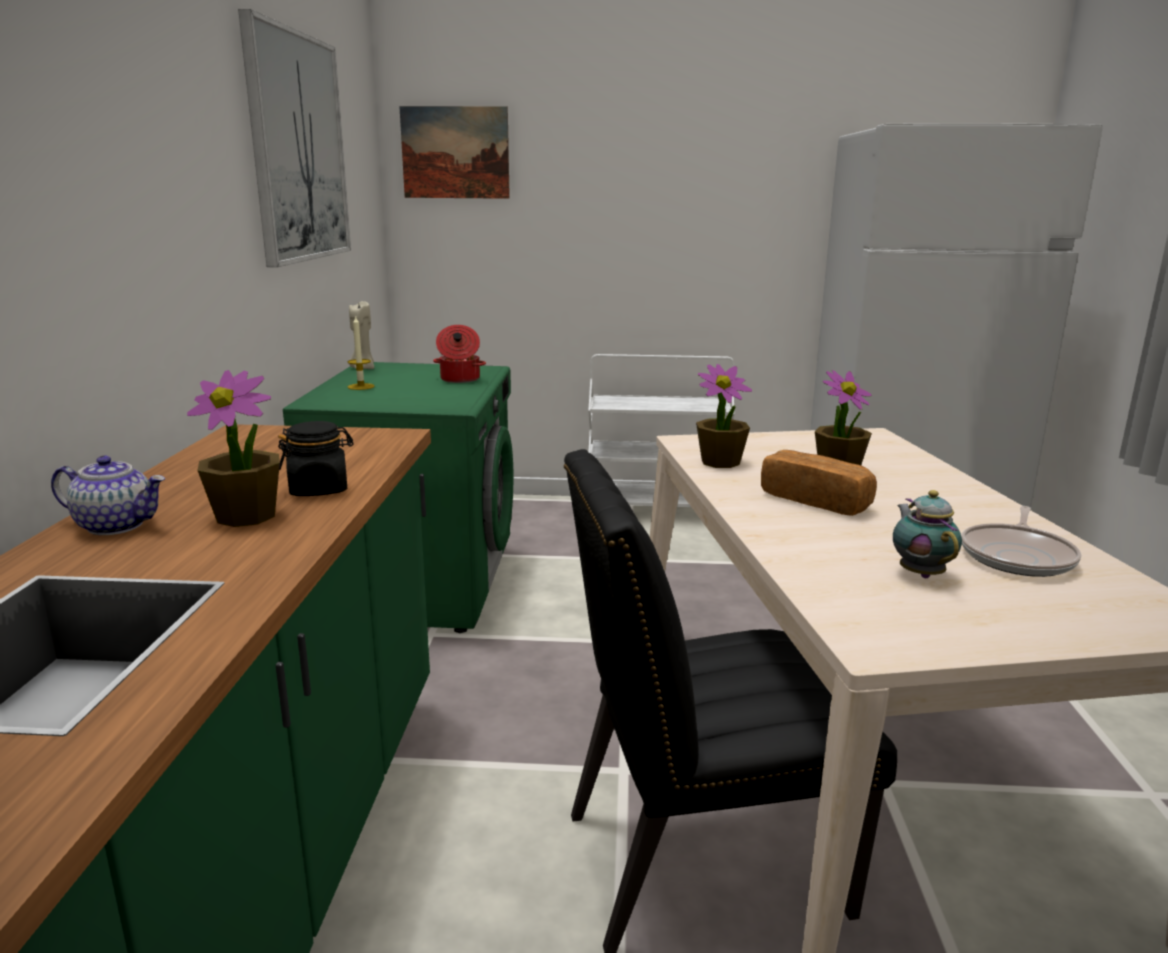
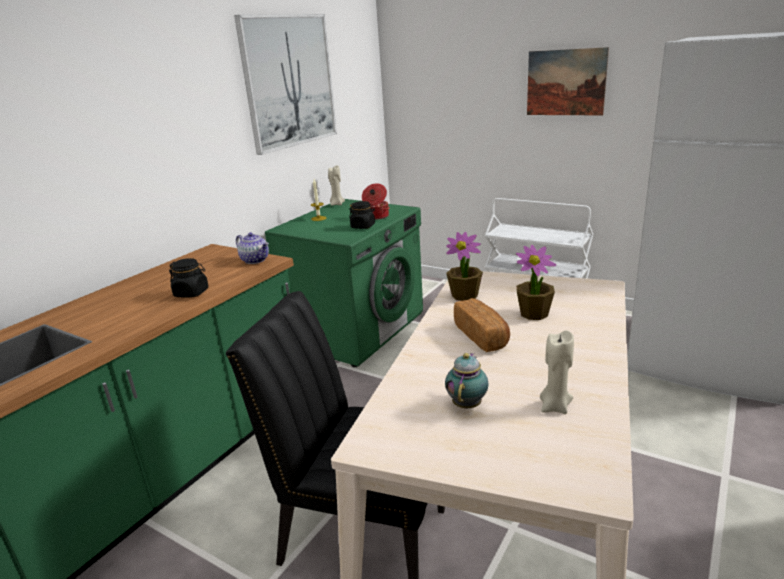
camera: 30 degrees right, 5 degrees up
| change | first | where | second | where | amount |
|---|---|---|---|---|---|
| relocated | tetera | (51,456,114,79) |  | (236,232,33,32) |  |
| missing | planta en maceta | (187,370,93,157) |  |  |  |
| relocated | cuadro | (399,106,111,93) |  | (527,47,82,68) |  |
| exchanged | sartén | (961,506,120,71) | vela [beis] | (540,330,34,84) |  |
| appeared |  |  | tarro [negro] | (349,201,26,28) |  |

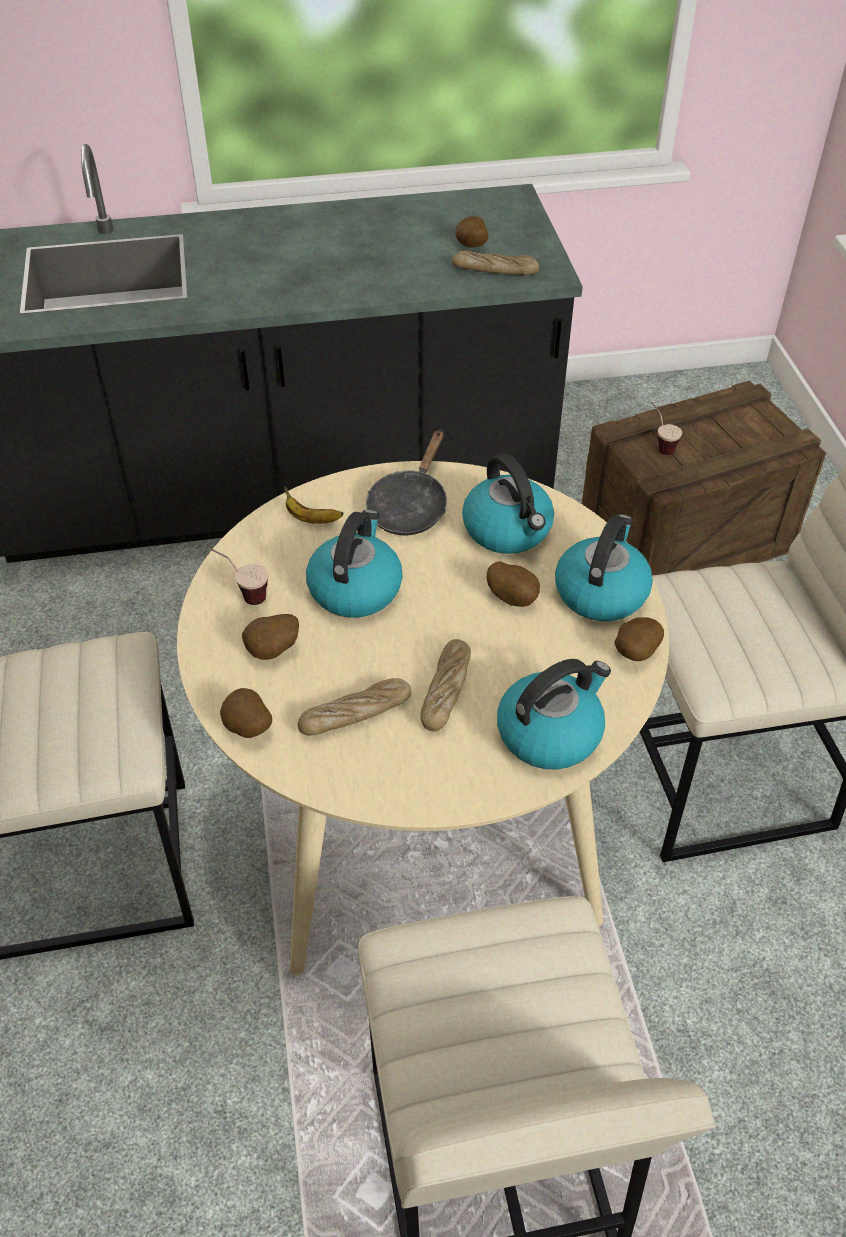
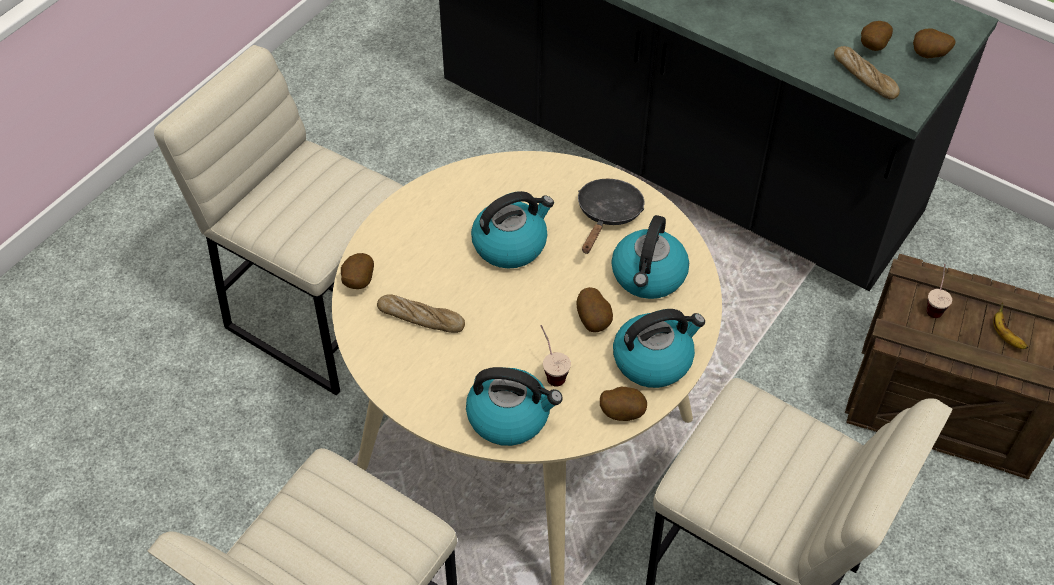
camera: 45 degrees right, 5 degrees up
| change | first | where | second | where | amount |
|---|---|---|---|---|---|
| relocated | taza | (209,548,59,57) |  | (541,325,30,61) |  |
| relocated | patata | (242,614,57,46) |  | (913,28,43,30) |  |
| relocated | plátano | (284,486,59,38) |  | (993,302,35,47) |  |
| spun | sartén [negro] | (366,430,81,105) |  | (578,179,66,75) | 135 degrees clockwise |
| missing | pan | (420,639,51,92) |  |  |  |

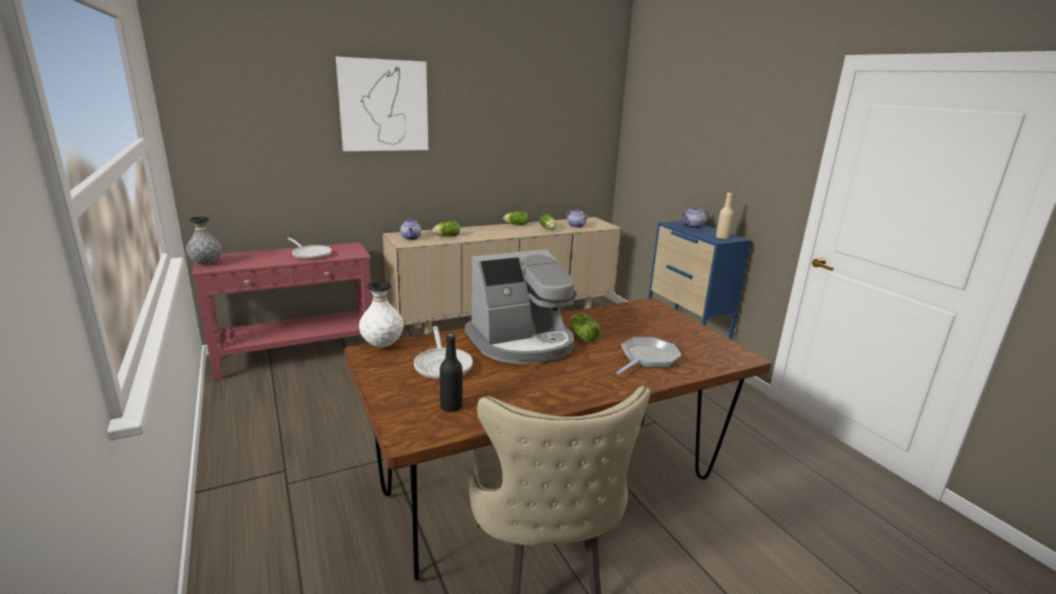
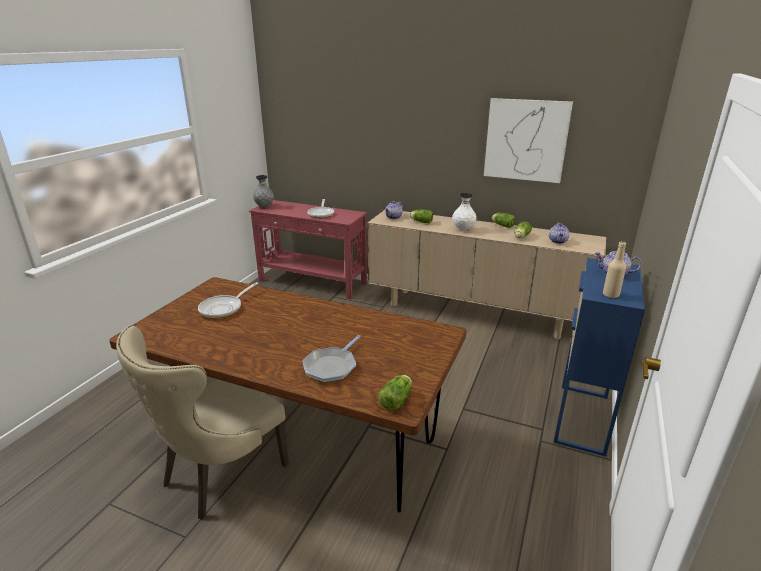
camera: 50 degrees right, 5 degrees up
| change | first | where | second | where | amount |
|---|---|---|---|---|---|
| relocated | cuadro | (336,57,92,94) |  | (484,98,89,85) |  |
| relocated | florero [blanco] | (359,281,45,66) |  | (452,193,25,37) |  |
| missing | botella [negro] | (440,334,22,78) |  |  |  |
| missing | cafetera | (465,249,112,115) |  |  |  |
| relocated | lechuga | (571,313,29,29) |  | (378,375,34,36) |  |
| spun | sartén | (616,337,65,37) |  | (302,335,59,48) | 120 degrees clockwise |

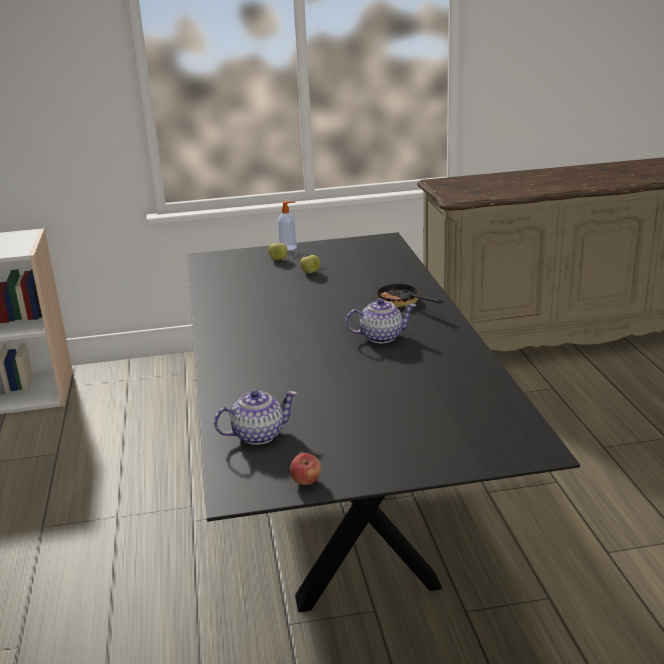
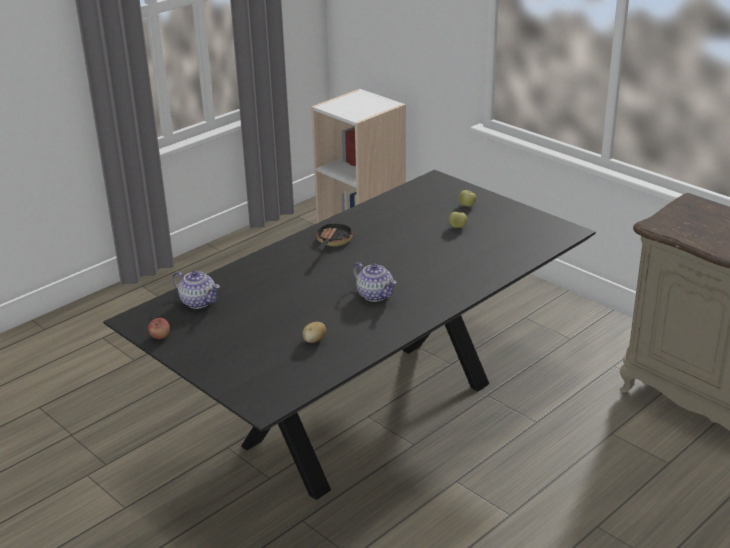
camera: 55 degrees right, 5 degrees up
| change | first | where | second | where | amount |
|---|---|---|---|---|---|
| missing | dispensador de jabón | (278,201,19,50) |  |  |  |
| relocated | sartén | (375,284,69,23) |  | (316,221,37,31) |  |
| appeared |  |  | patata | (302,322,24,21) |  |

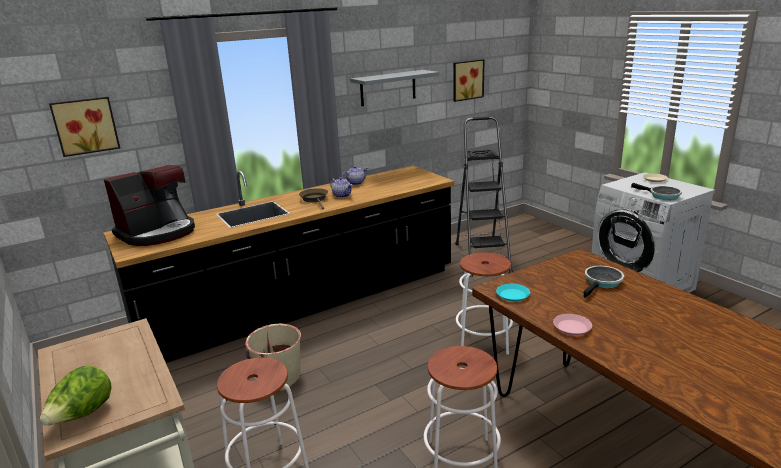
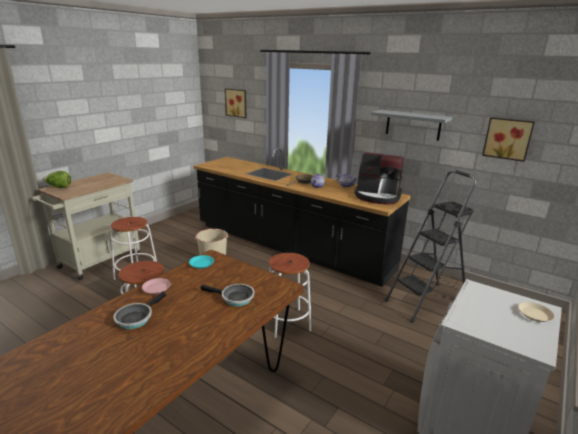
camera: 65 degrees right, 0 degrees up
| change | first | where | second | where | amount |
|---|---|---|---|---|---|
| relocated | cafetera | (104,165,91,81) |  | (355,152,49,53) |  |
| relocated | sartén | (631,183,51,17) |  | (113,291,53,38) |  |

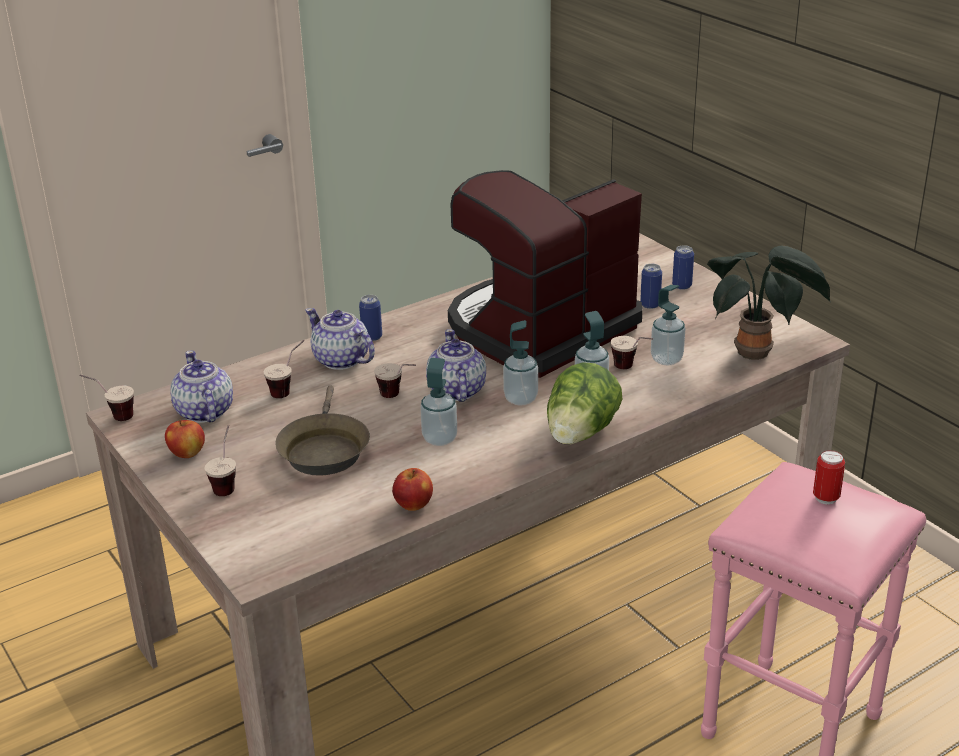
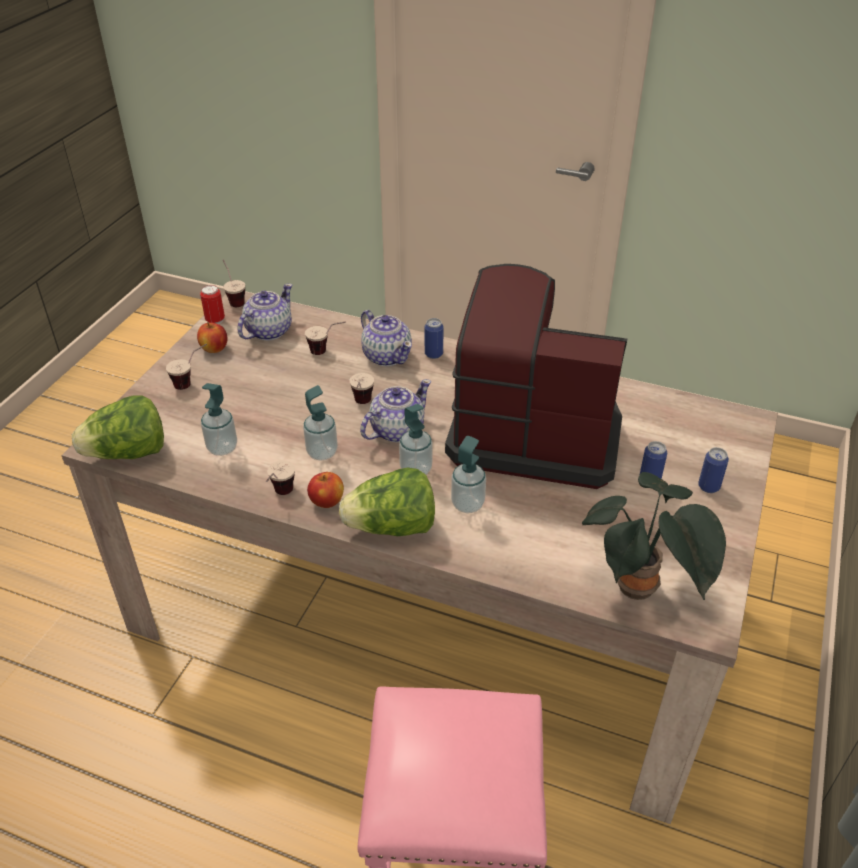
camera: 55 degrees right, 10 degrees up
| change | first | where | second | where | amount |
|---|---|---|---|---|---|
| missing | sartén [marrón] | (275,386,95,90) |  |  |  |
| spun | tetera | (305,308,70,62) |  | (361,310,51,56) | 135 degrees clockwise |
| relocated | manzana | (392,468,41,43) |  | (307,472,37,36) |  |
| relocated | taza | (611,336,42,33) |  | (266,460,29,35) |  |
| relocated | dispensador de jabón | (651,285,35,81) |  | (201,383,36,73) |  |
| relocated | lata | (813,450,32,54) |  | (200,285,25,39) |  |
| appeared |  |  | lechuga | (72,395,92,64) |  |

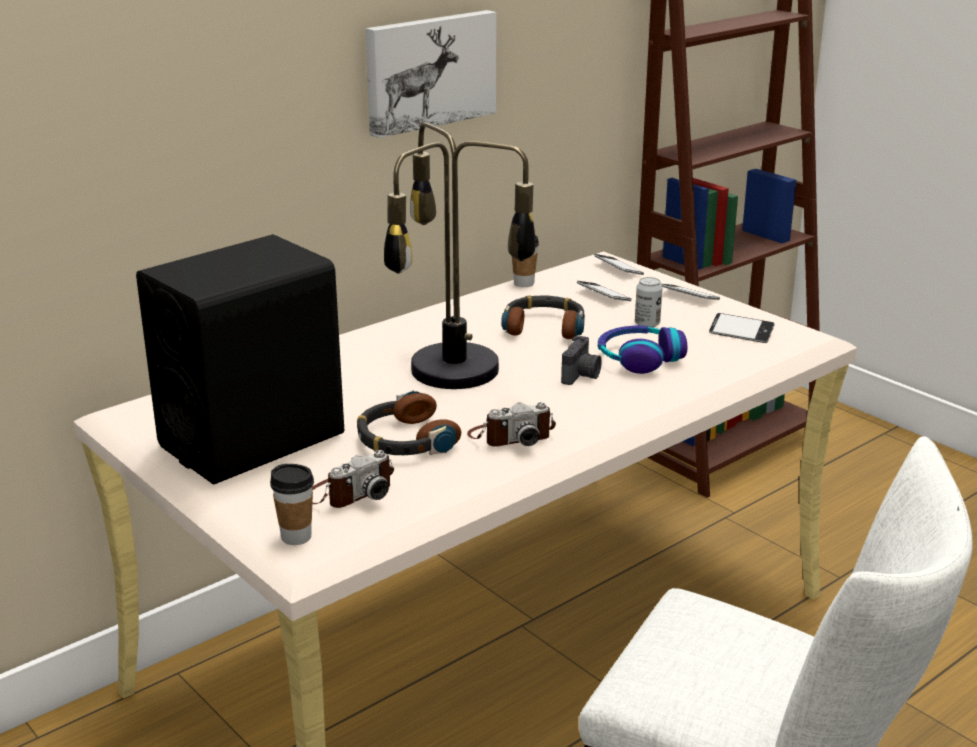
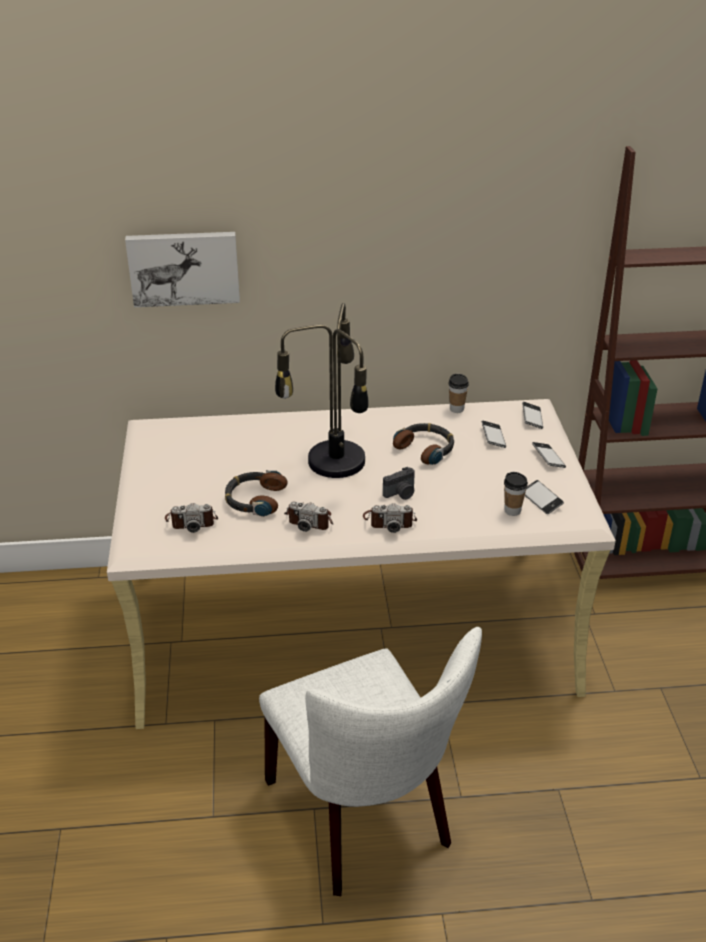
camera: 35 degrees right, 10 degrees up
| change | first | where | second | where | amount |
|---|---|---|---|---|---|
| missing | altavoz [negro] | (136,234,208,250) |  |  |  |
| relocated | taza | (270,464,44,81) |  | (504,472,24,44) |  |
| relocated | cuadro | (365,10,131,128) |  | (125,232,115,75) |  |
| missing | auriculares | (598,325,89,49) |  |  |  |
| missing | lata | (635,277,27,51) |  |  |  |
| appeared |  |  | cámara | (363,503,54,30) |  |

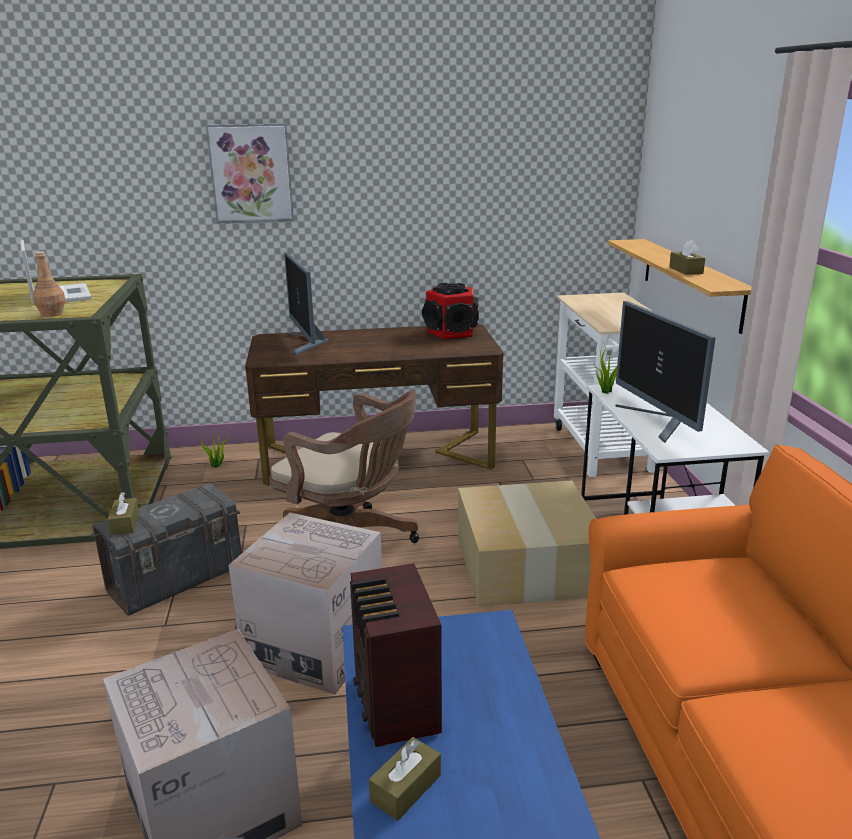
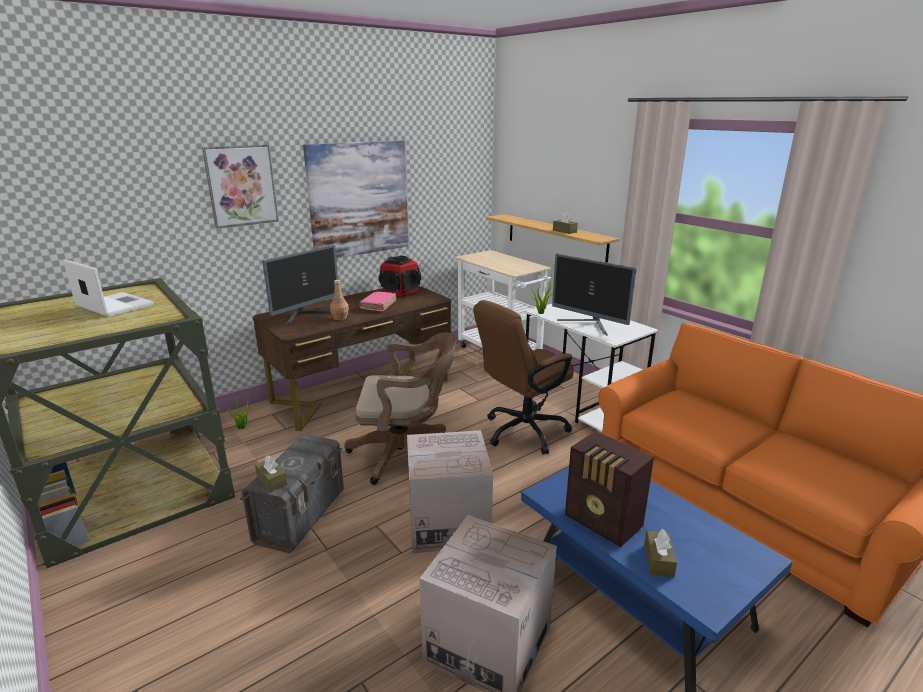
camera: 30 degrees left, 0 degrees up
| change | first | where | second | where | amount |
|---|---|---|---|---|---|
| relocated | botella [marrón] | (33,251,33,66) |  | (330,280,19,40) |  |
| spun | monitor | (284,252,45,103) |  | (262,245,76,81) | 90 degrees counterclockwise |
| exchanged | caja de cartón | (458,481,138,126) | silla de oficina [marrón] | (473,300,101,155) |  |
| appeared |  |  | cuadro | (303,140,106,118) |  |
| appeared |  |  | libro [rosa] | (359,292,37,19) |  |

